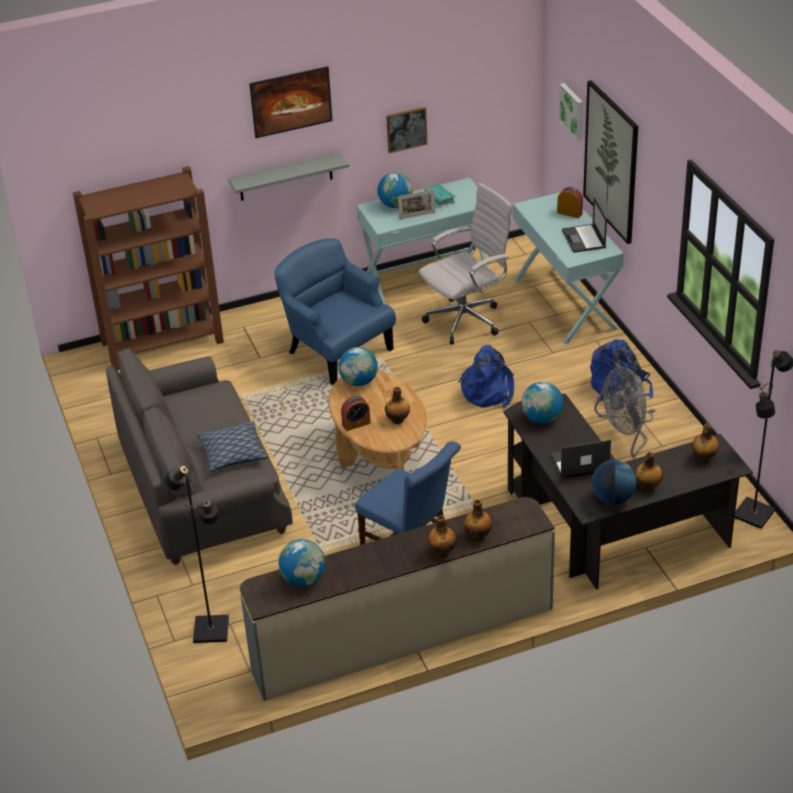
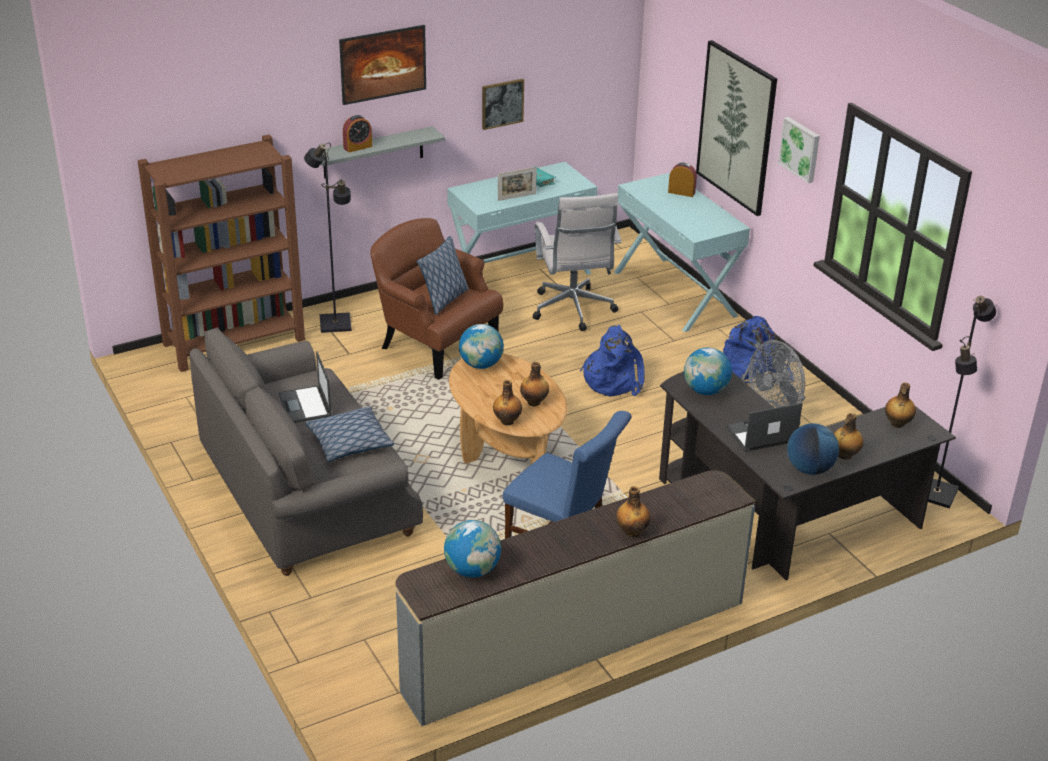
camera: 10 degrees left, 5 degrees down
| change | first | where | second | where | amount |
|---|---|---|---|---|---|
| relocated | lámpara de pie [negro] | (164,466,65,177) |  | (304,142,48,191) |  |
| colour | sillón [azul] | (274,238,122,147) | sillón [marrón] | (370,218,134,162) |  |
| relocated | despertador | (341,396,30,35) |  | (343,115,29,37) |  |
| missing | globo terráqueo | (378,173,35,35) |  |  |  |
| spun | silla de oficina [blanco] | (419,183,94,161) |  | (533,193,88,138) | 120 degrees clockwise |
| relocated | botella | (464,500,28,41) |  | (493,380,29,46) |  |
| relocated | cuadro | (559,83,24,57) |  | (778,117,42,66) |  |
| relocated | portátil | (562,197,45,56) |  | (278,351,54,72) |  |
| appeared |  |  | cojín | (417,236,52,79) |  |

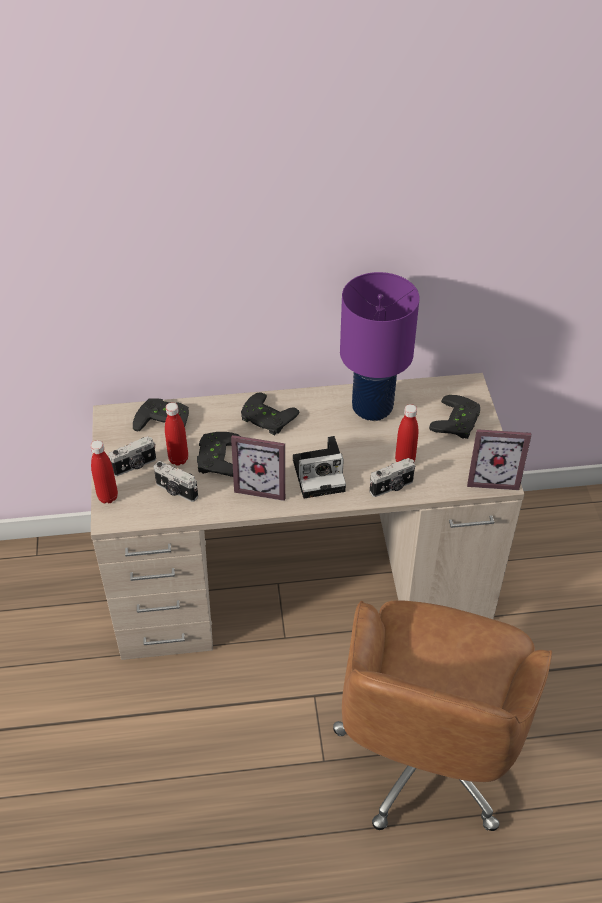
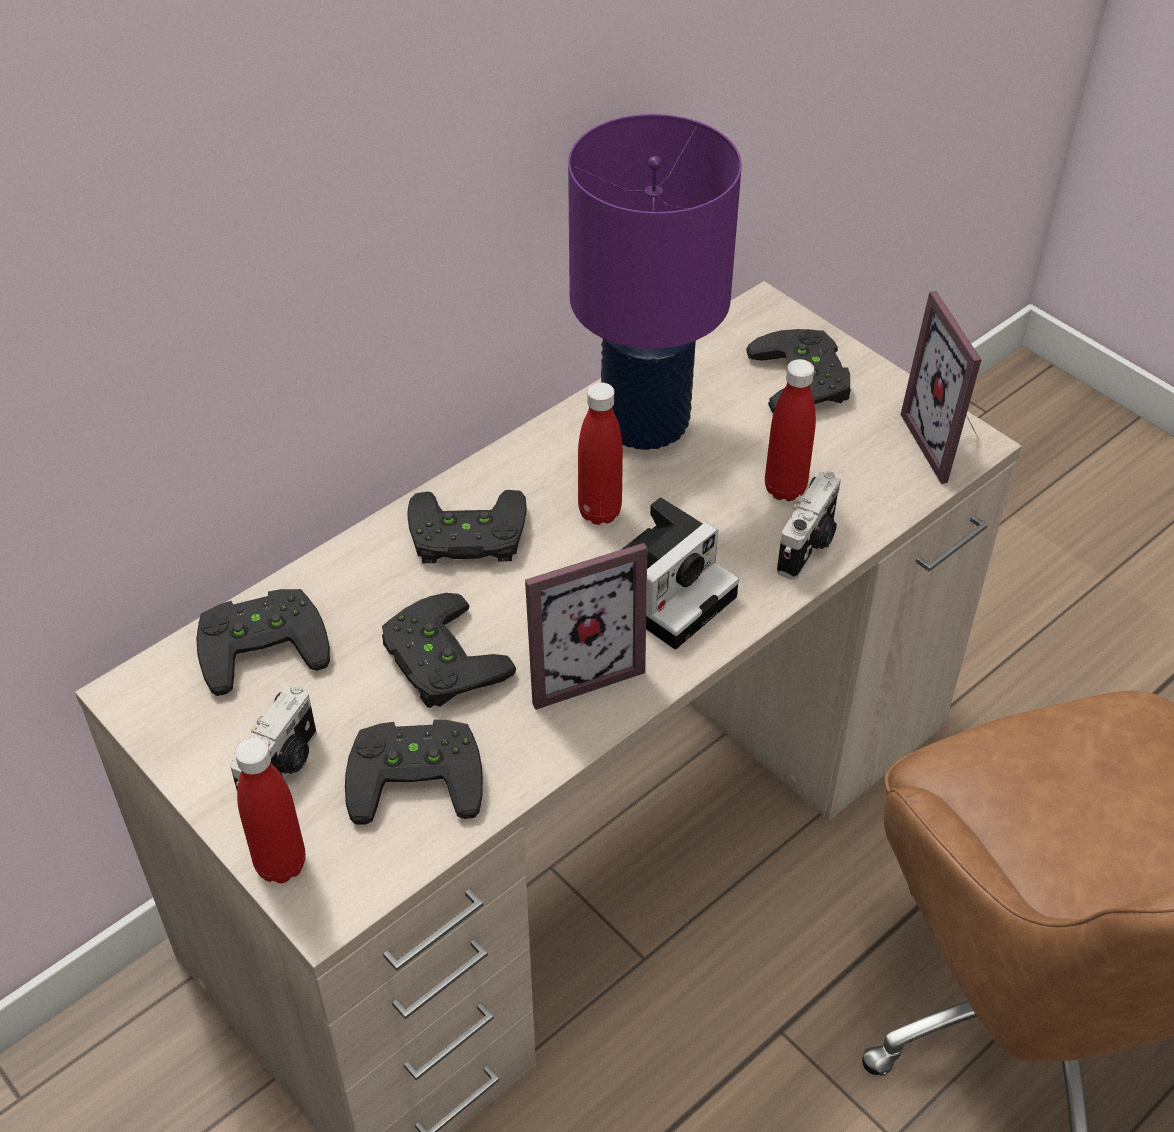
camera: 35 degrees left, 0 degrees up
| change | first | where | second | where | amount |
|---|---|---|---|---|---|
| exchanged | cámara | (154,461,44,41) | mando de consola [negro] | (345,720,138,105) |  |
| relocated | botella [rojo] | (165,402,23,64) |  | (578,382,45,143) |  |
| spun | portarretratos | (467,429,65,61) |  | (901,291,80,193) | 105 degrees clockwise |

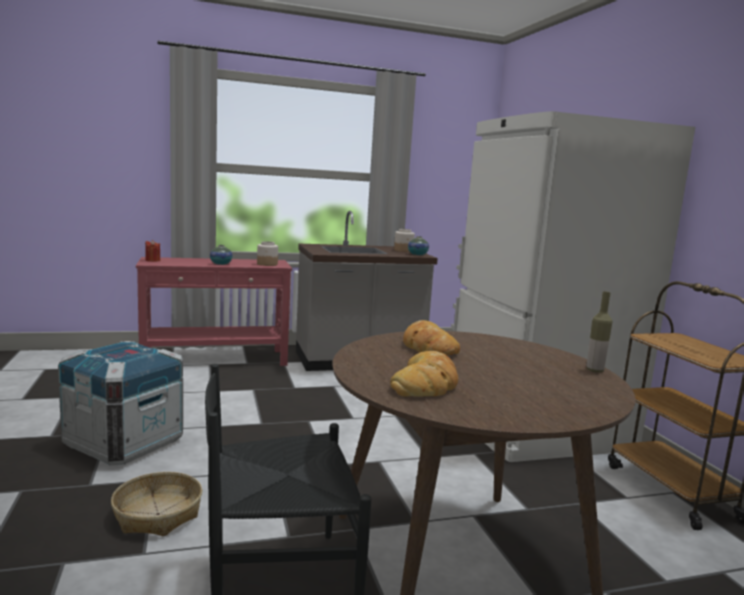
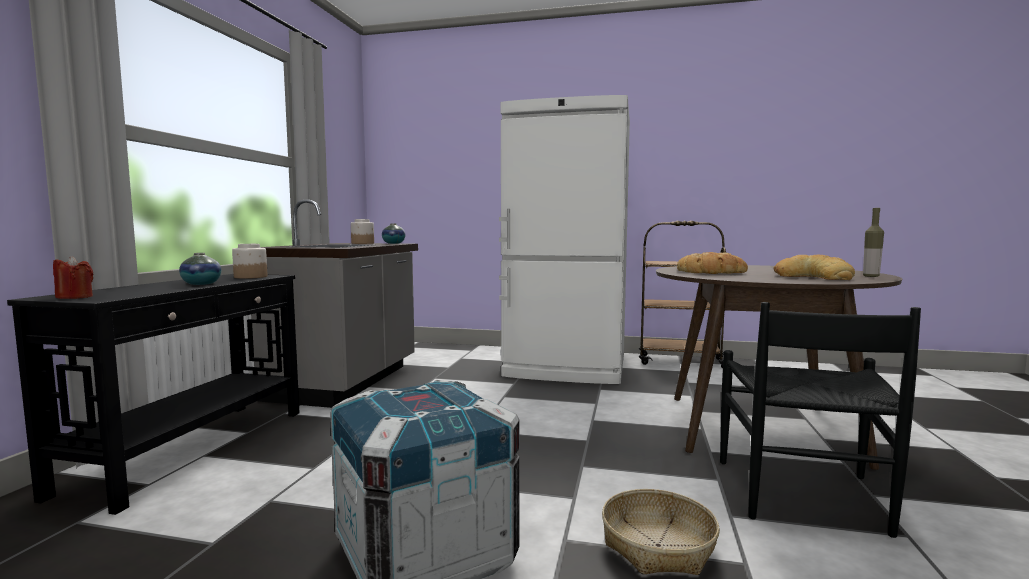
camera: 60 degrees left, 5 degrees down
| change | first | where | second | where | amount |
|---|---|---|---|---|---|
| colour | mesa consola [rojo] | (136,257,156,109) | mesa consola [negro] | (7,274,292,241) |  |
| relocated | botella | (586,292,26,81) |  | (863,208,21,69) |  |

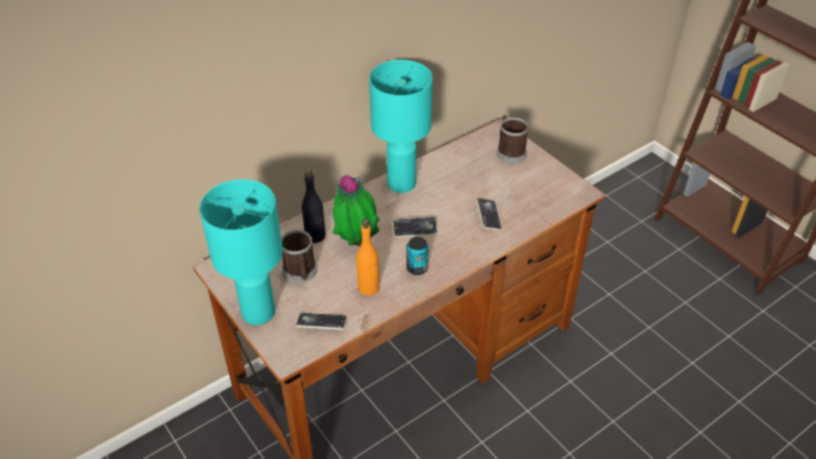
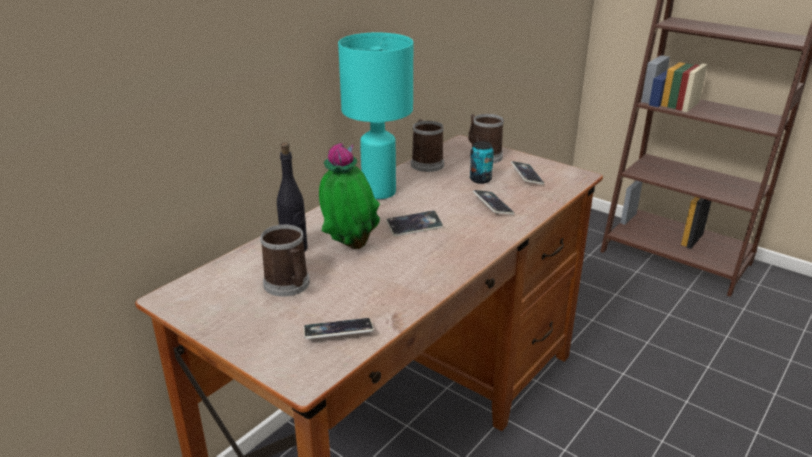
camera: 15 degrees left, 15 degrees down
| change | first | where | second | where | amount |
|---|---|---|---|---|---|
| missing | lámpara de mesa [turquesa] | (199,179,84,146) |  |  |  |
| missing | botella [naranja] | (356,219,24,77) |  |  |  |
| relocated | lata | (407,237,21,38) |  | (470,141,24,43) |  |
| appeared |  |  | taza grande | (411,119,33,53) |  |
| appeared |  |  | móvil | (511,161,33,24) |  |

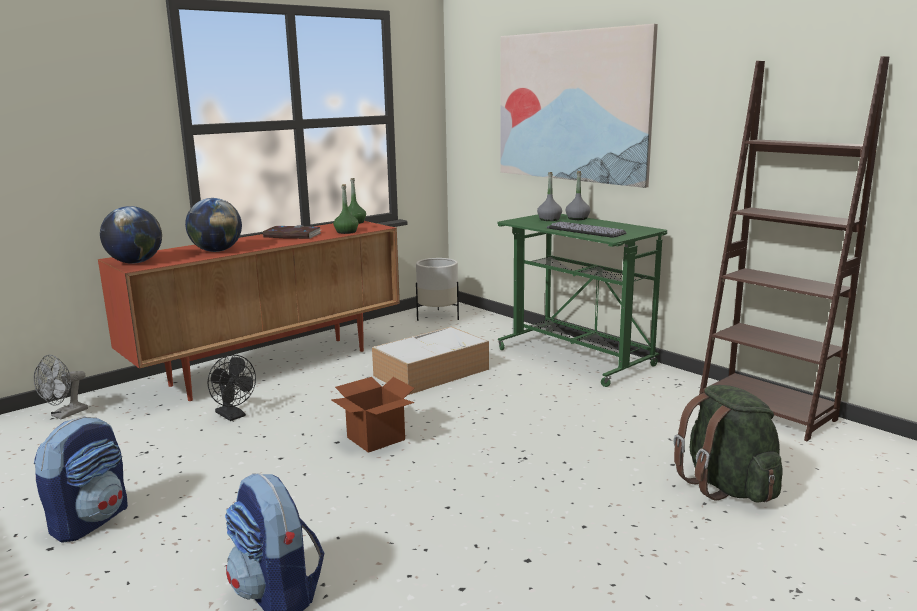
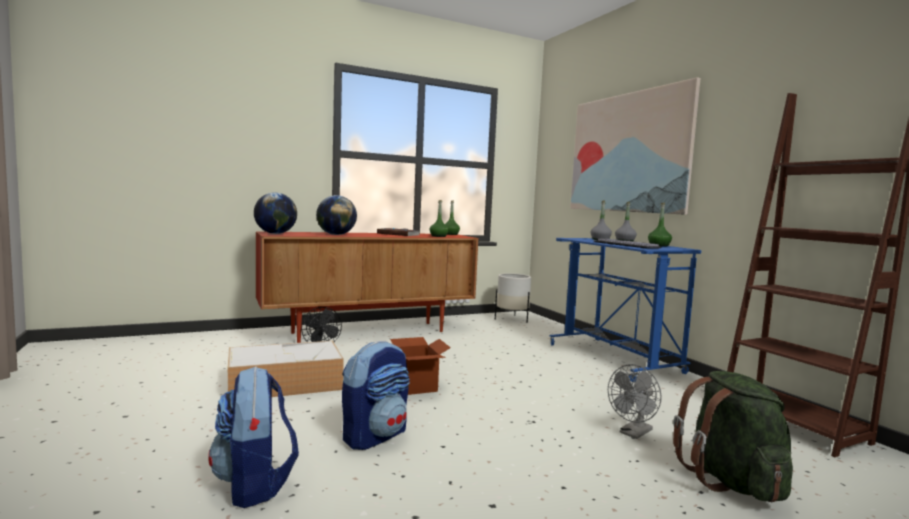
camera: 15 degrees right, 10 degrees down
| change | first | where | second | where | amount |
|---|---|---|---|---|---|
| relocated | ventilador [gris] | (34,355,54,64) |  | (608,364,54,75) |  |
| relocated | mochila | (34,416,94,127) |  | (342,341,68,109) |  |
| relocated | caja de almacenaje | (372,327,117,68) |  | (228,341,116,56) |  |
| colour | escritorio [verde] | (497,214,170,173) | escritorio [azul] | (550,238,152,144) |  |
| appeared |  |  | botella [verde] | (648,203,24,44) |  |

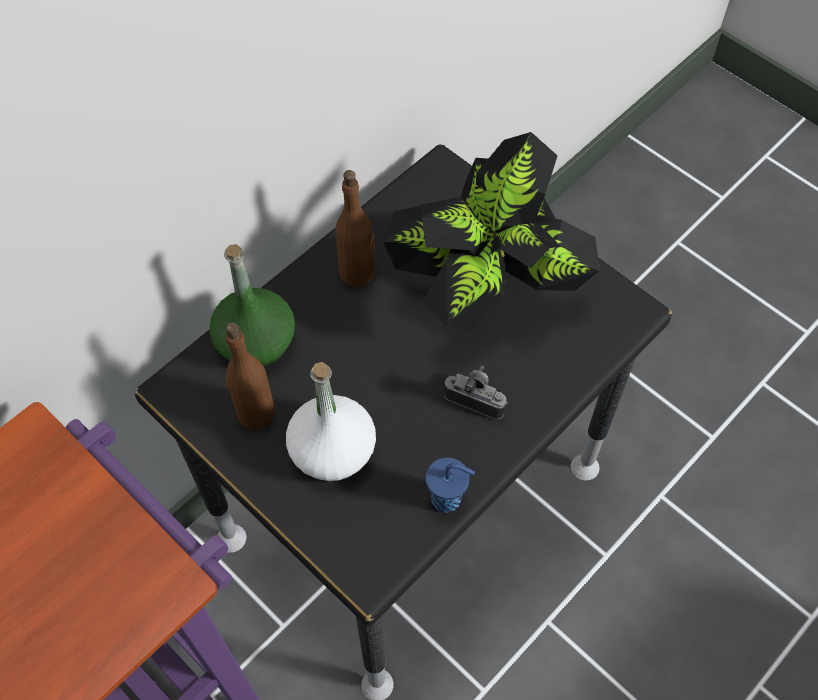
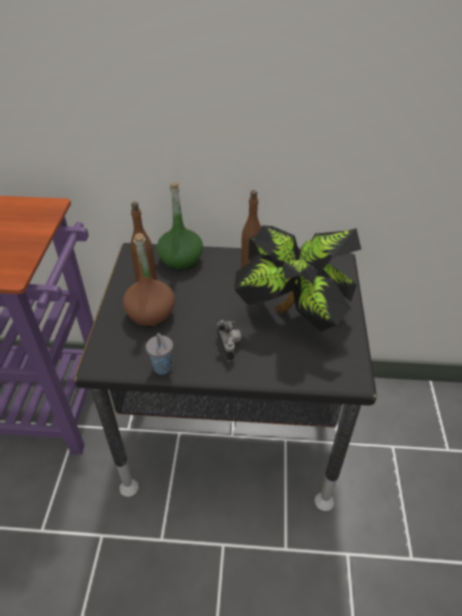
camera: 50 degrees right, 15 degrees down
| change | first | where | second | where | amount |
|---|---|---|---|---|---|
| colour | botella [blanco] | (286,362,90,119) | botella [marrón] | (123,233,52,94) |  |
| colour | taza [azul] | (426,458,49,55) | taza [gris] | (146,333,27,42) |  |

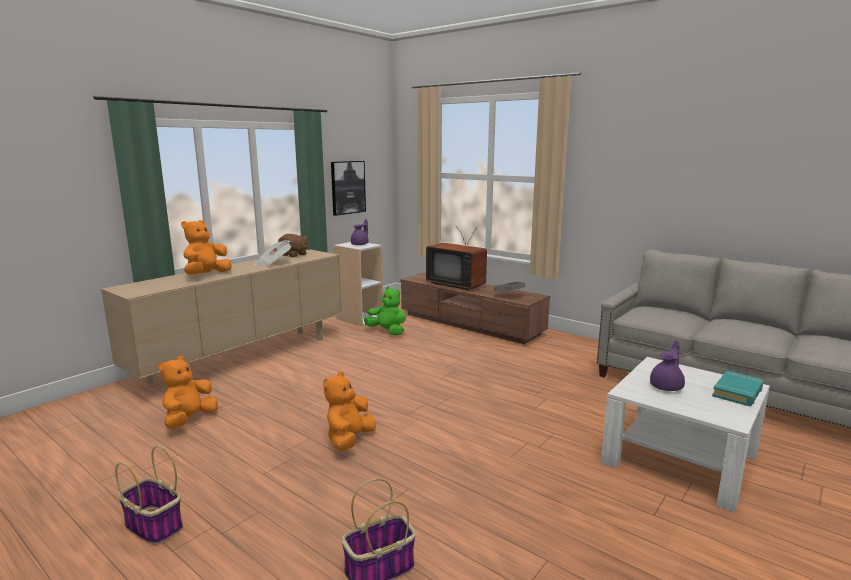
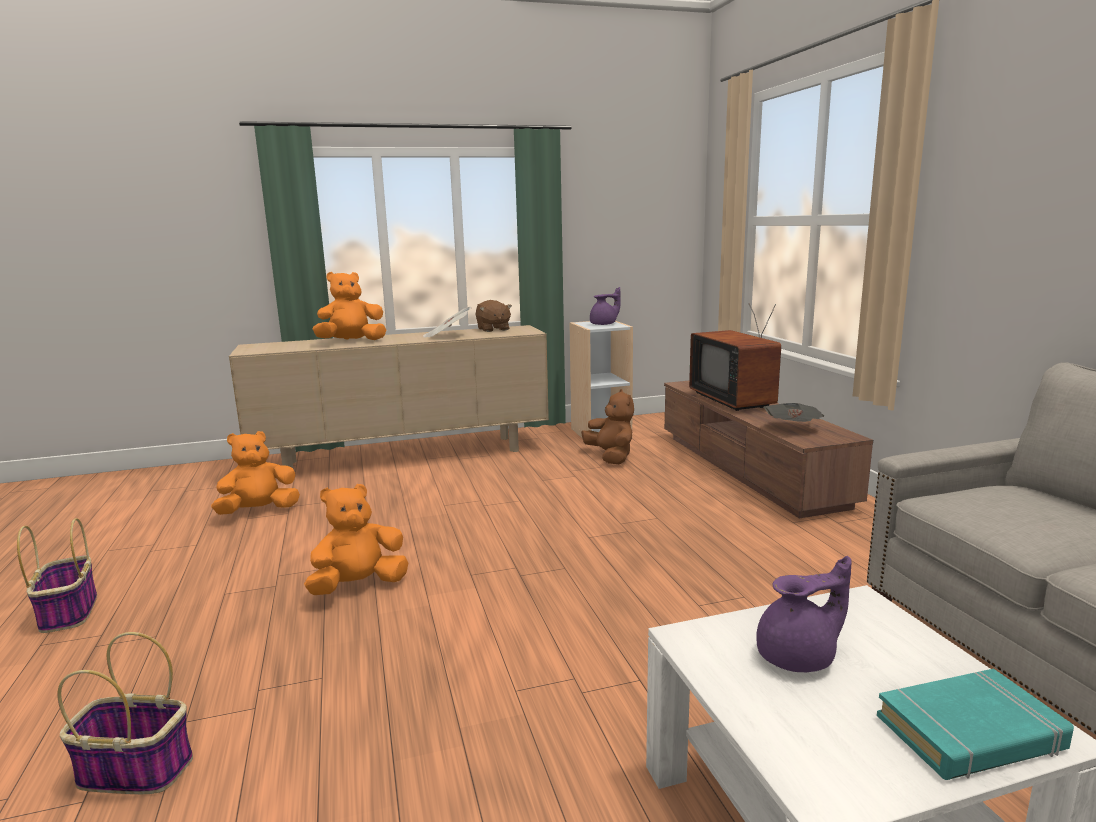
camera: 35 degrees right, 0 degrees up
| change | first | where | second | where | amount |
|---|---|---|---|---|---|
| missing | cuadro | (331,161,35,55) |  |  |  |
| colour | peluche [verde] | (364,287,42,49) | peluche [marrón] | (581,389,53,75) |  |

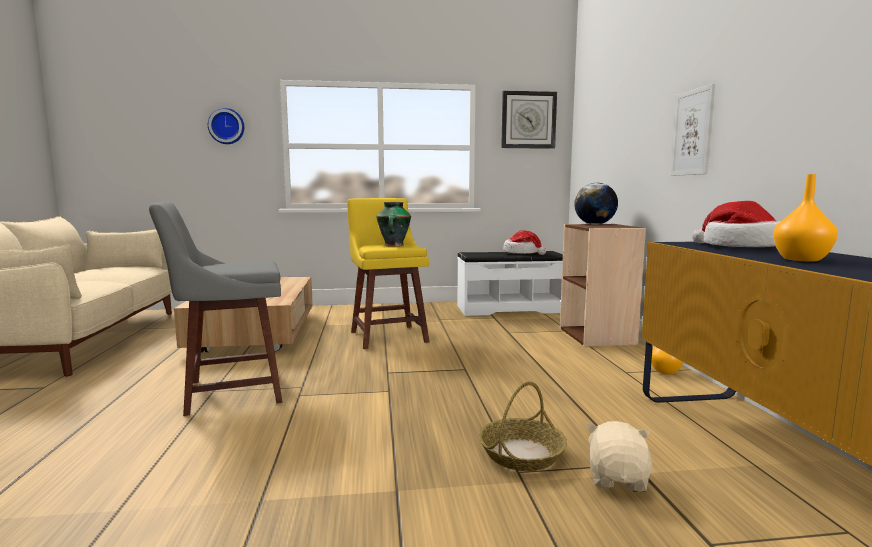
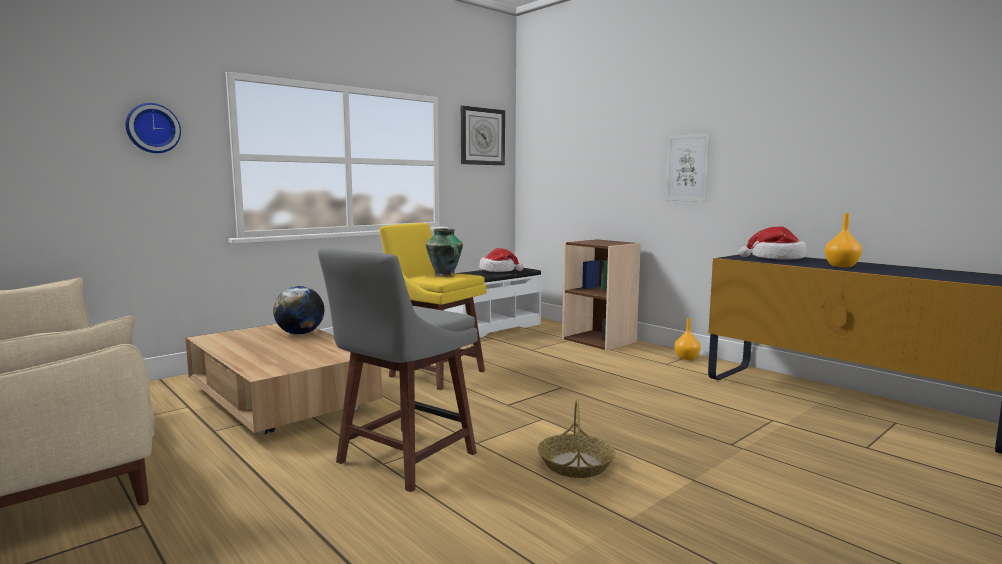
camera: 35 degrees left, 0 degrees up
| change | first | where | second | where | amount |
|---|---|---|---|---|---|
| relocated | cesta | (479,381,88,90) |  | (538,399,78,79) |  |
| relocated | globo terráqueo | (574,183,44,42) |  | (273,286,51,49) |  |
| missing | peluche [beis] | (586,421,67,71) |  |  |  |

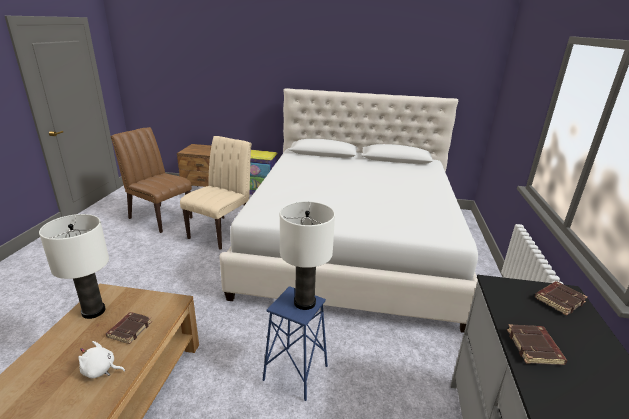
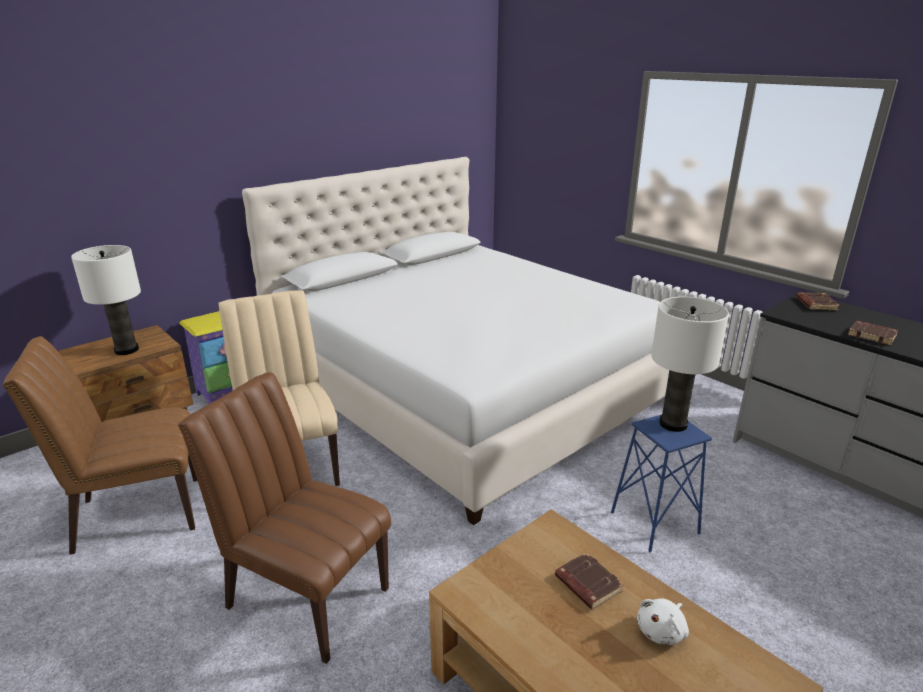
camera: 50 degrees left, 0 degrees up
| change | first | where | second | where | amount |
|---|---|---|---|---|---|
| relocated | lámpara de mesa [blanco] | (39,214,70,105) |  | (71,245,70,110) |  |
| appeared |  |  | silla [marrón] | (178,372,213,292) |  |

